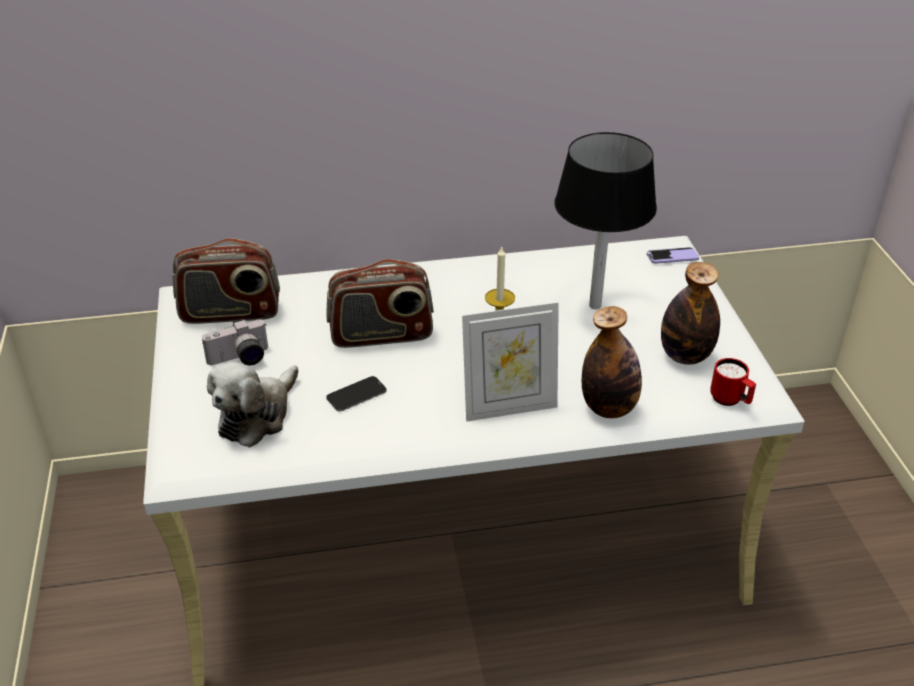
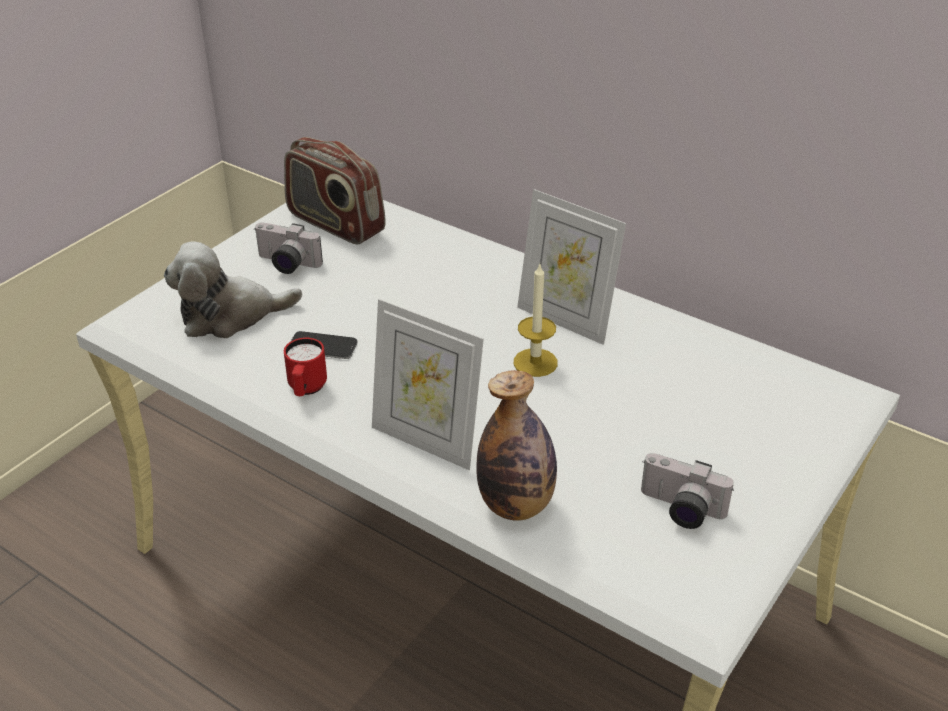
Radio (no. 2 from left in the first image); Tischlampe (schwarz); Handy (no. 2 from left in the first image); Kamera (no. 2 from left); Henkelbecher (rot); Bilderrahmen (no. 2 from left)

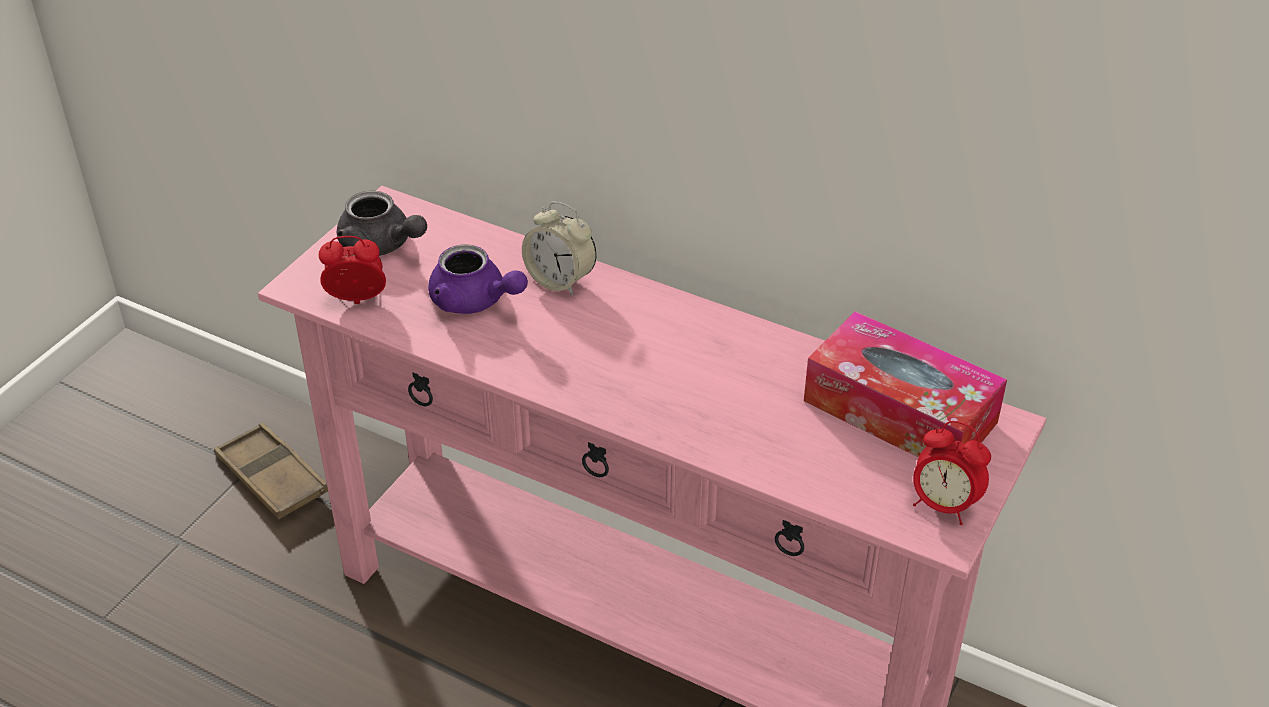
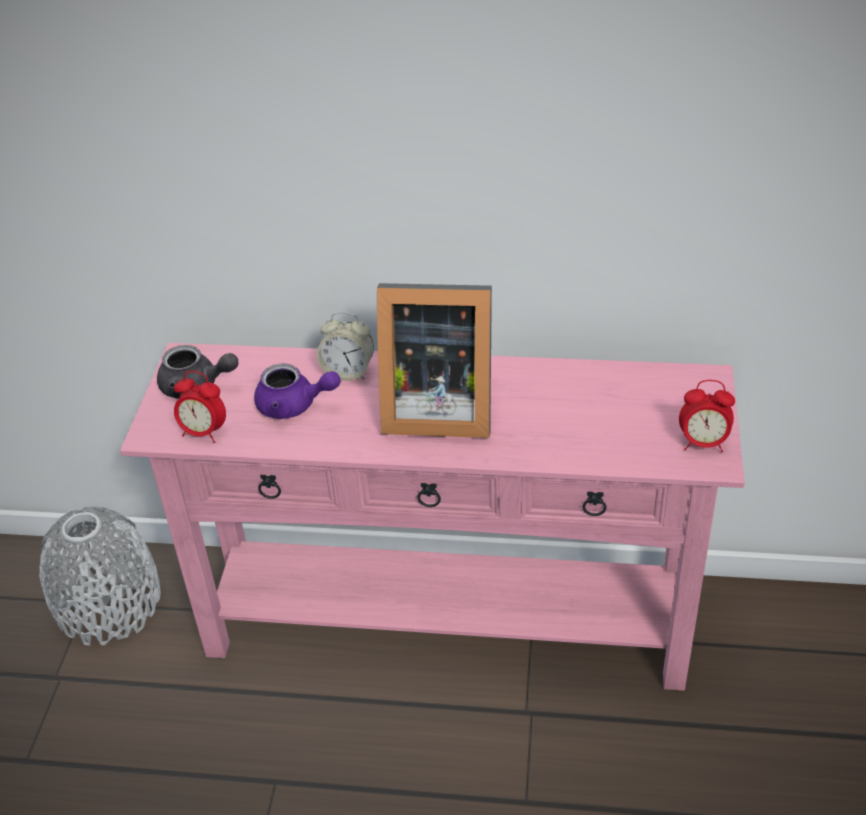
Vase (grau); Wecker (no. 1 from left); Taschentuchbox; Bilderrahmen

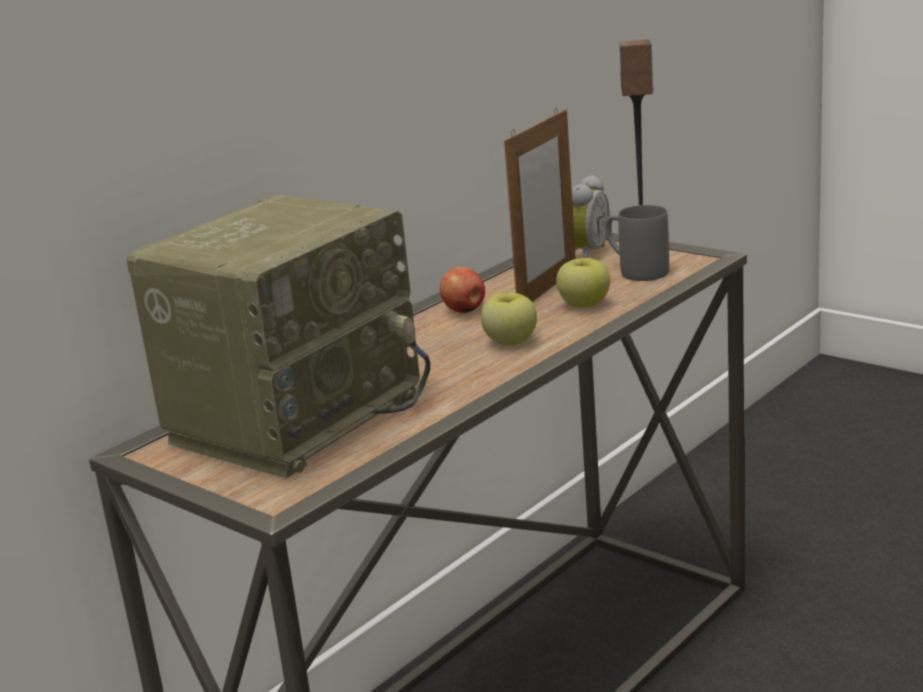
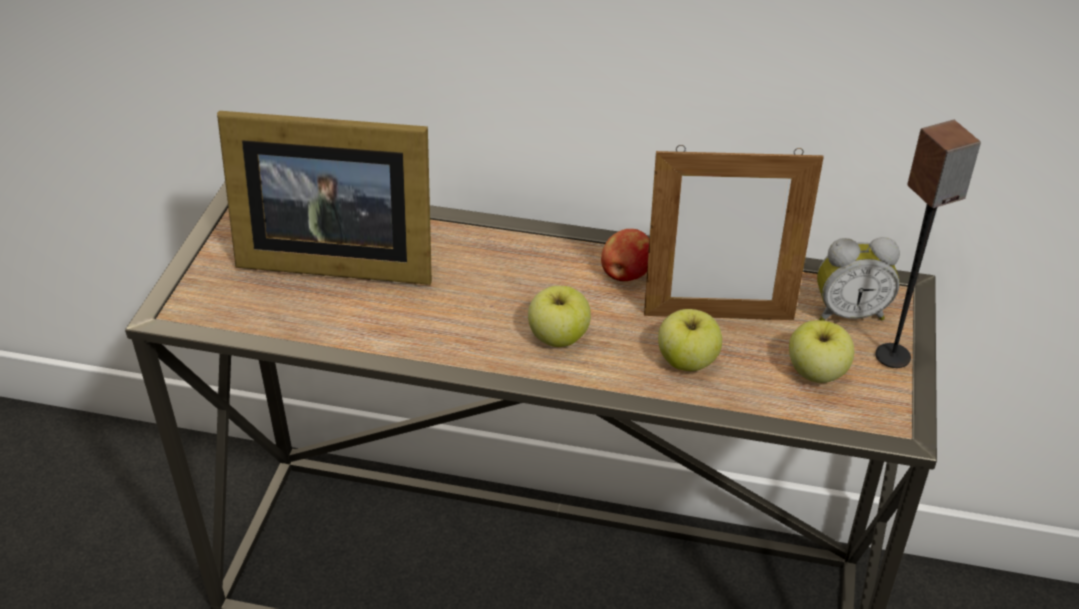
Bilderrahmen (no. 1 from left); Apfel (no. 4 from left)

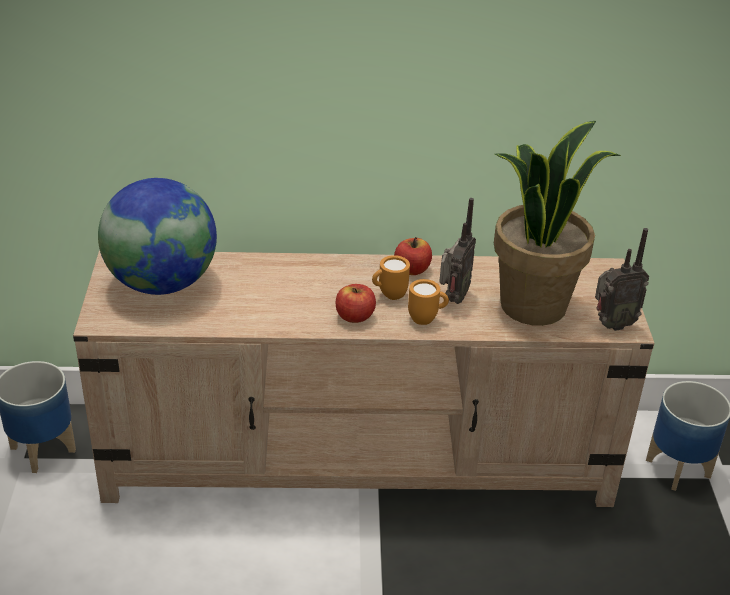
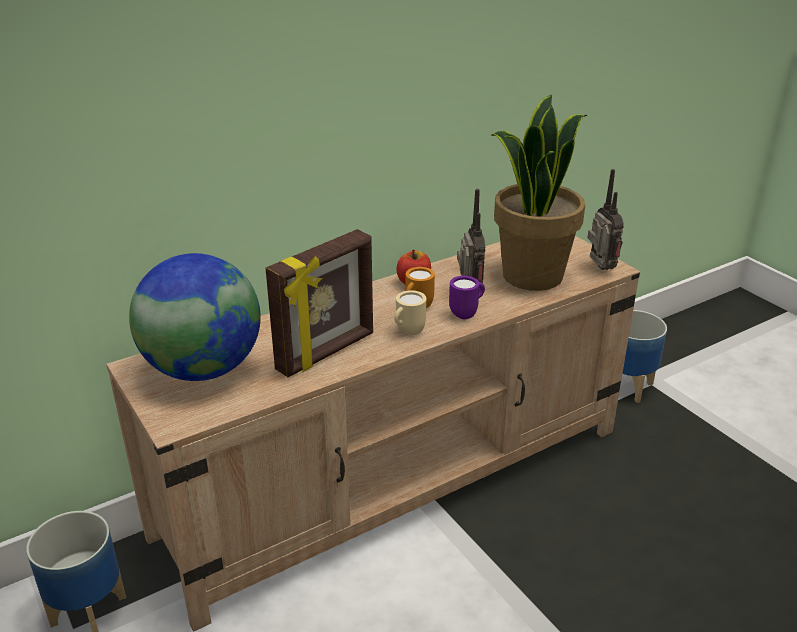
Henkelbecher (beige); Henkelbecher (lila); Radio (no. 2 from left); Bilderrahmen

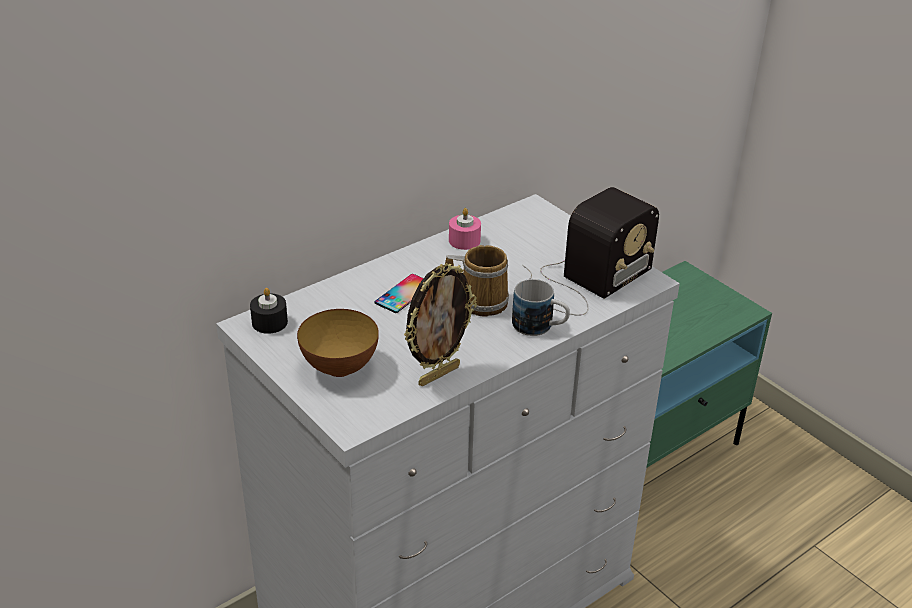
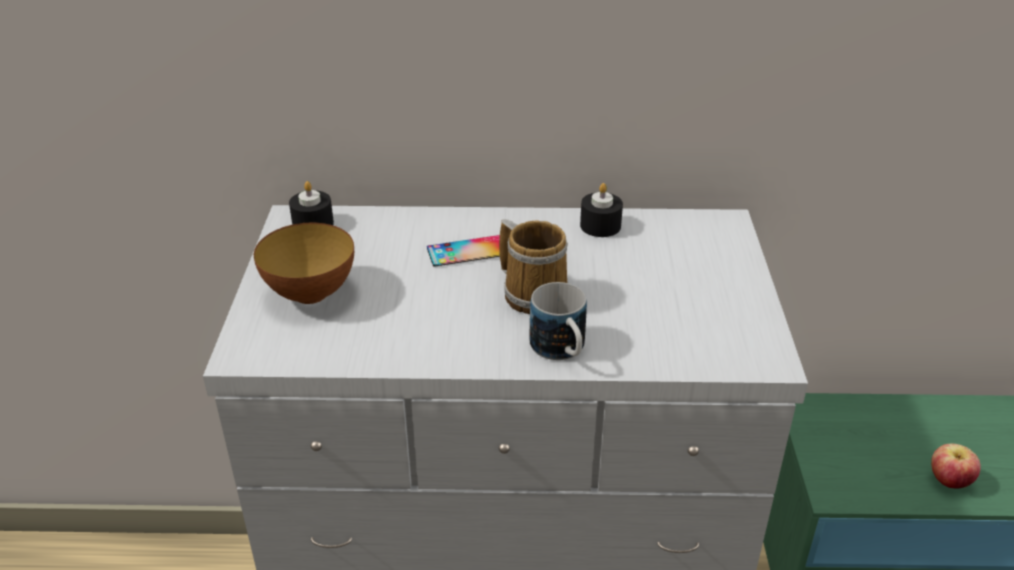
Bilderrahmen; Kerze (schwarz) (no. 2 from left); Radio; Apfel

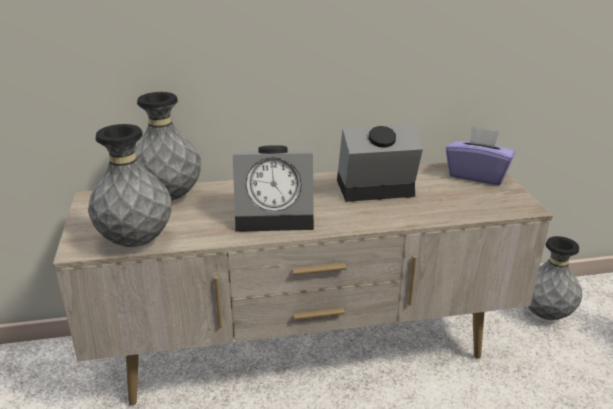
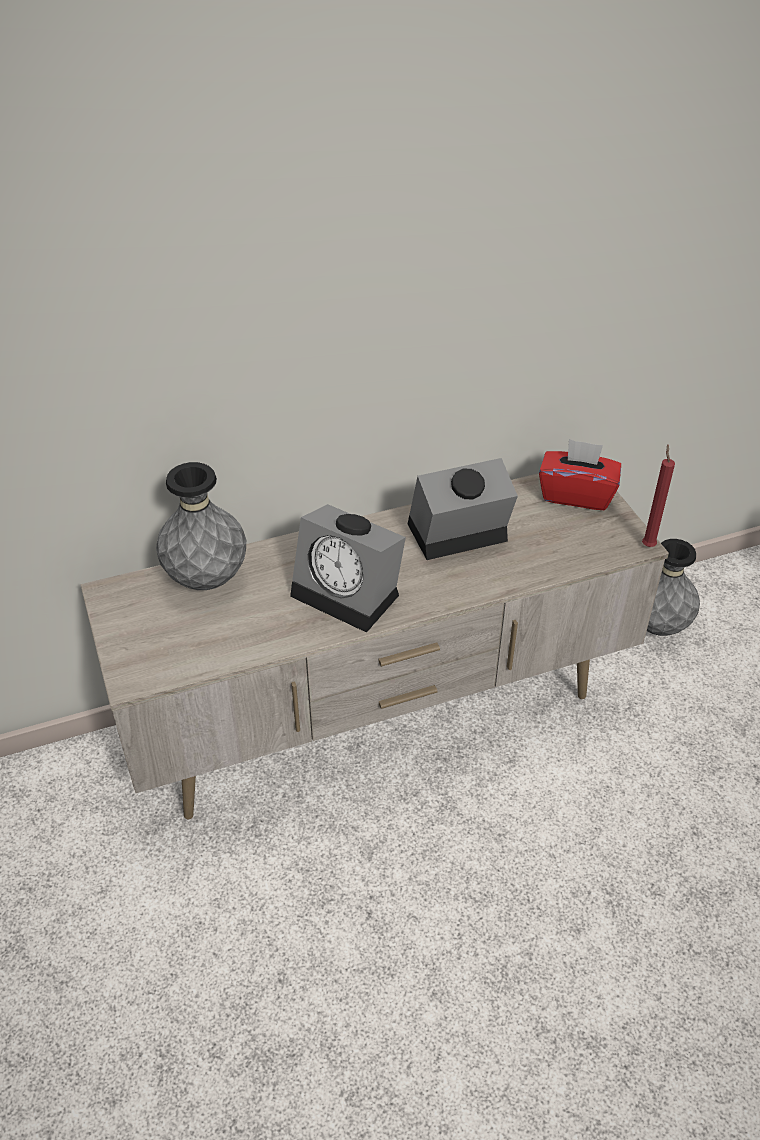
Vase (grau) (no. 1 from left in the first image); Wecker (no. 1 from left); Taschentuchbox (rot); Kerze (rot)

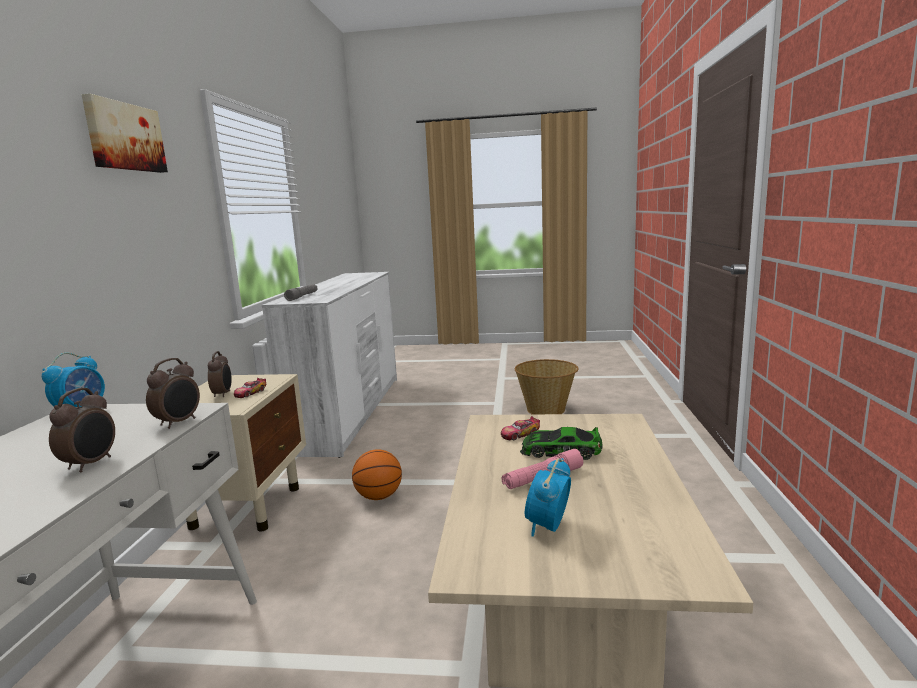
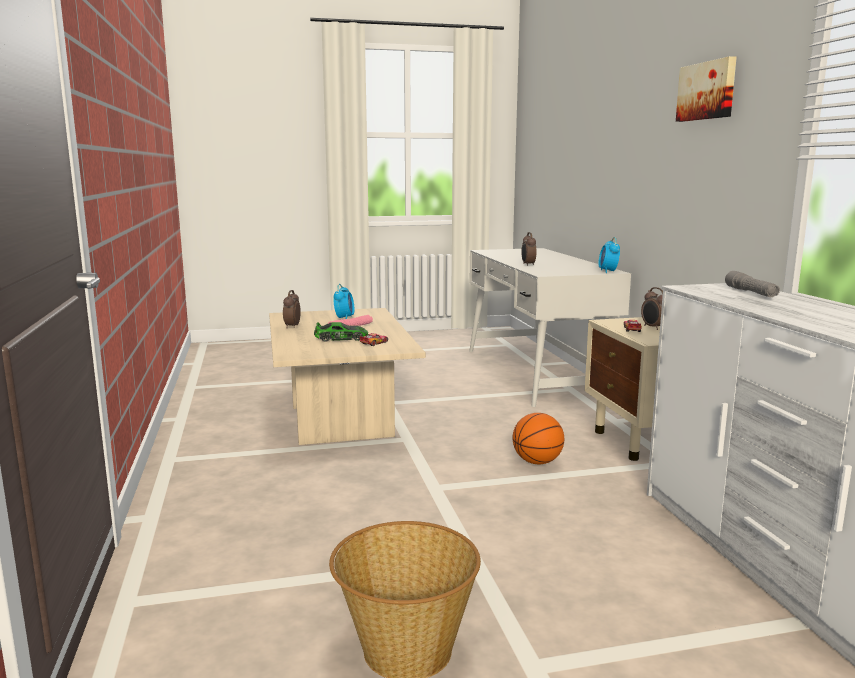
Wecker (no. 1 from left)

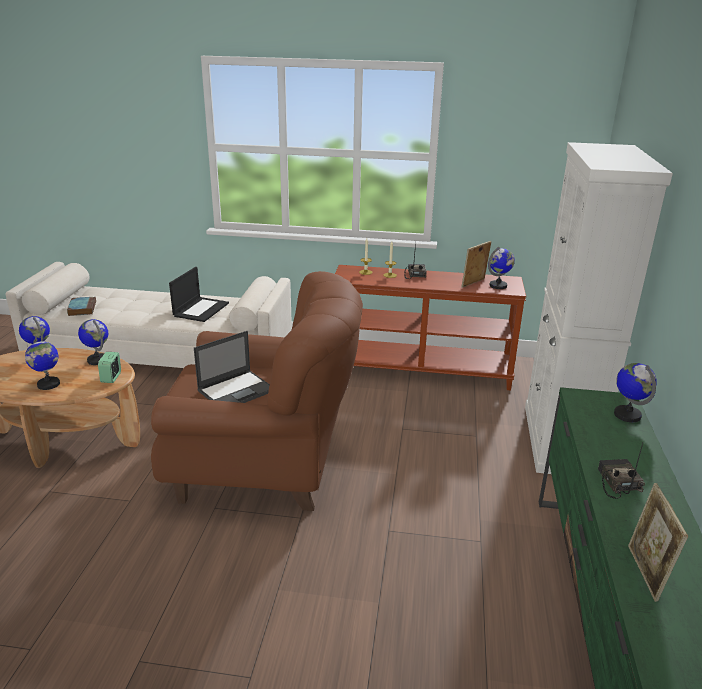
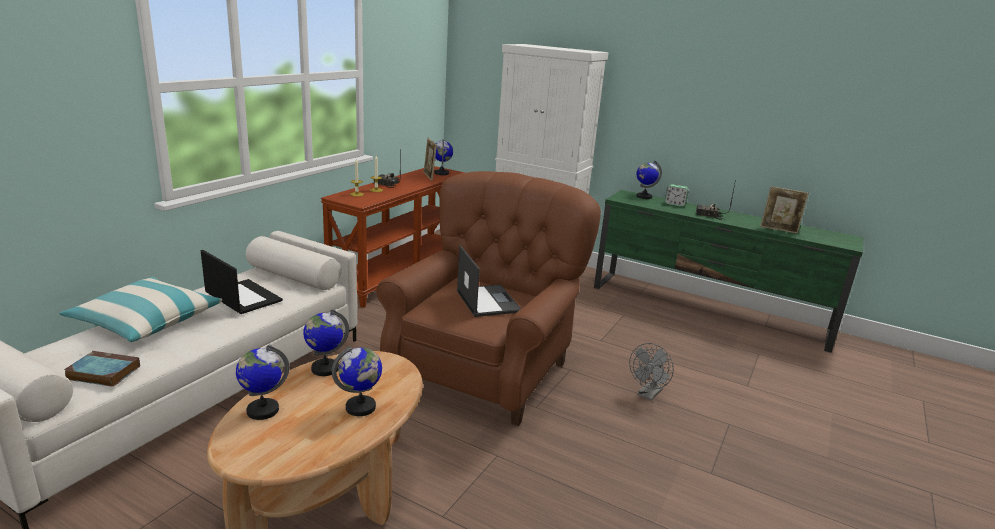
Wecker; Kissen; Ventilator (grau)

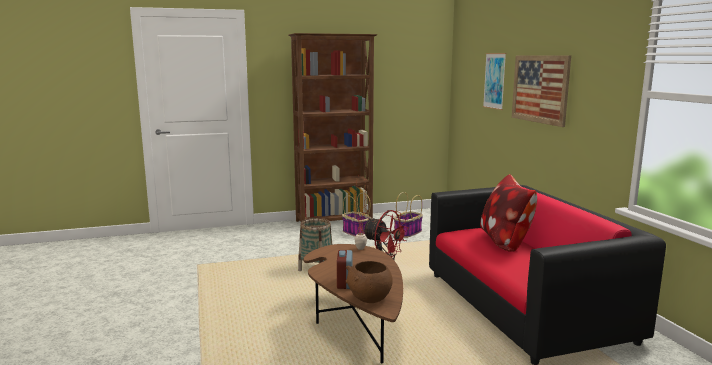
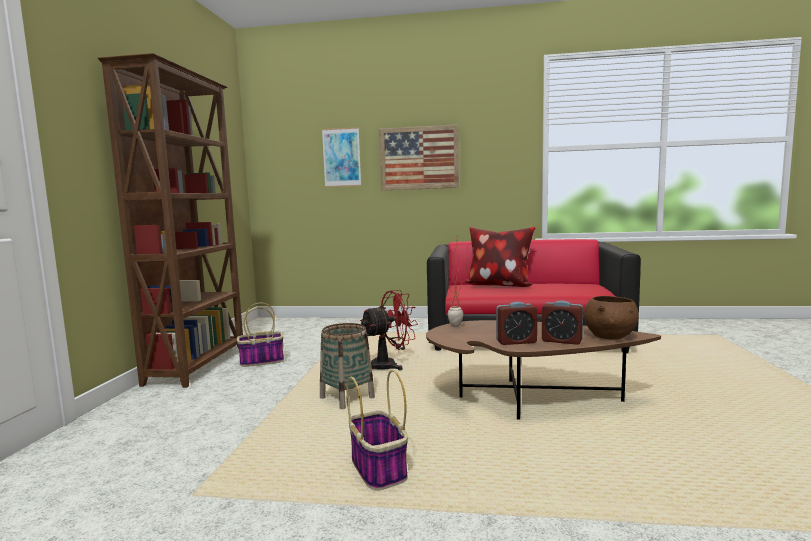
Korb (no. 3 from left); Wecker (no. 1 from left)

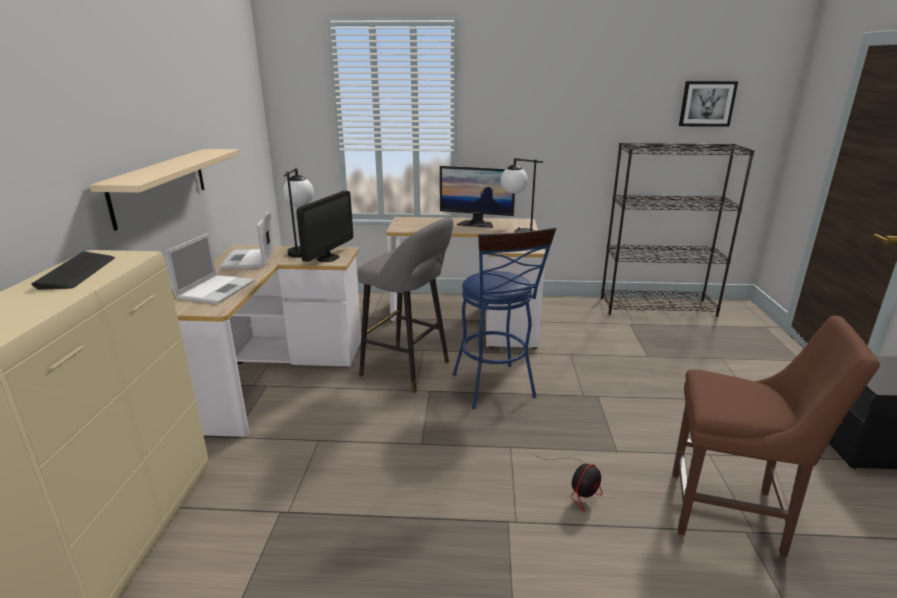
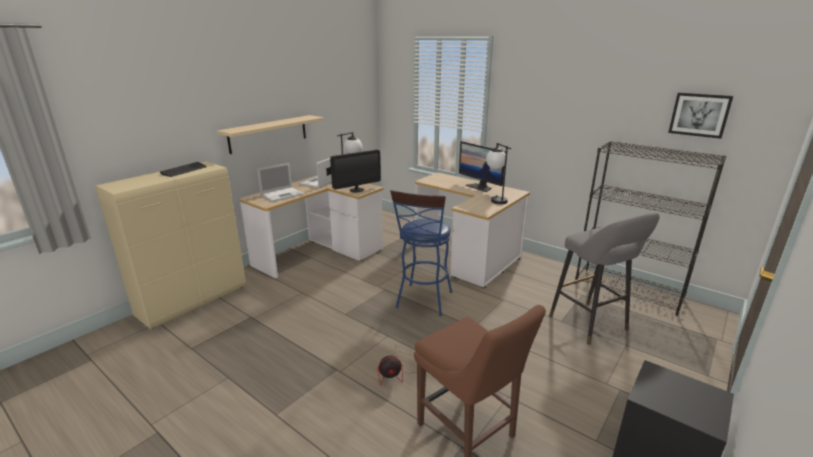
Hocker (grau)

